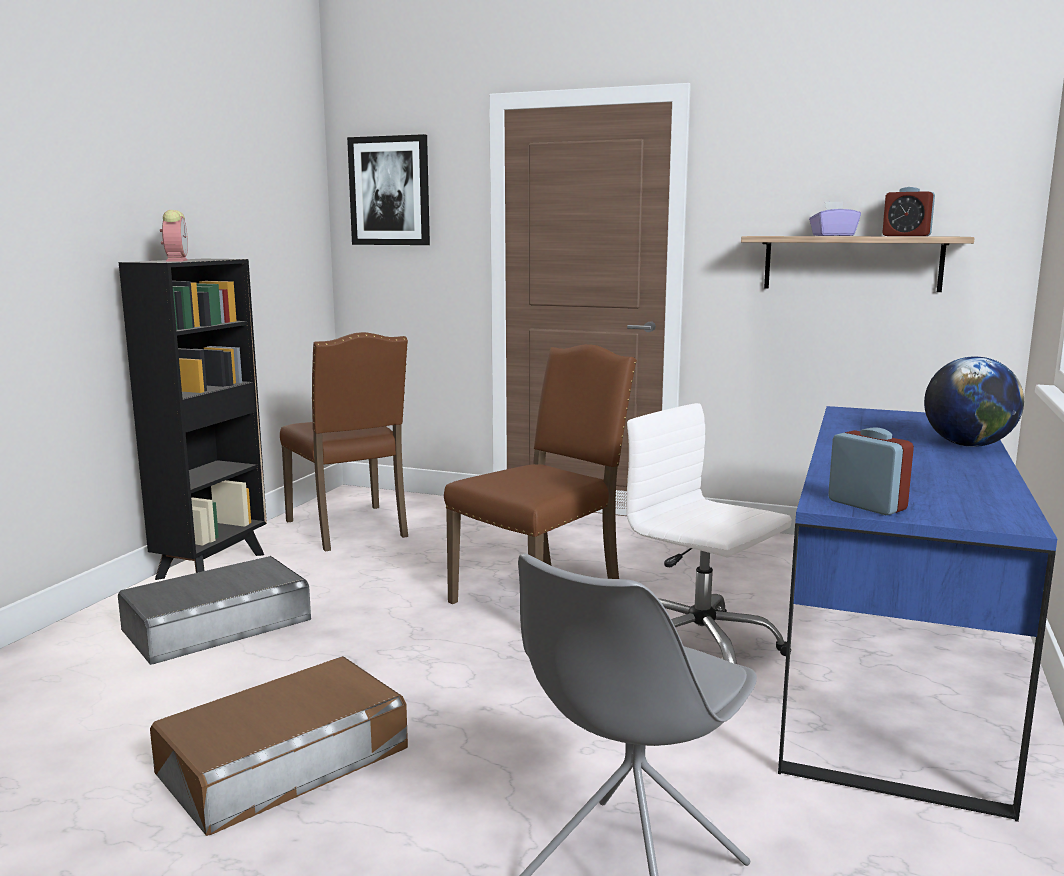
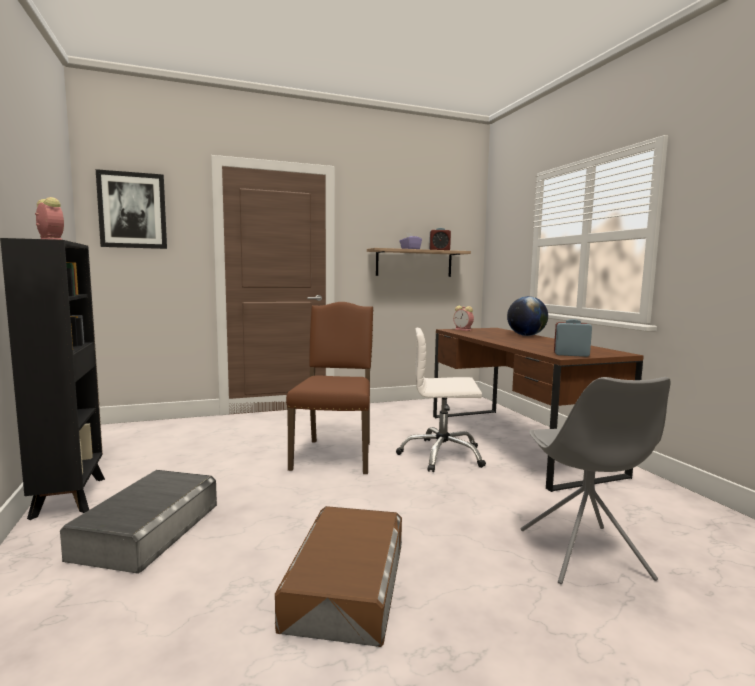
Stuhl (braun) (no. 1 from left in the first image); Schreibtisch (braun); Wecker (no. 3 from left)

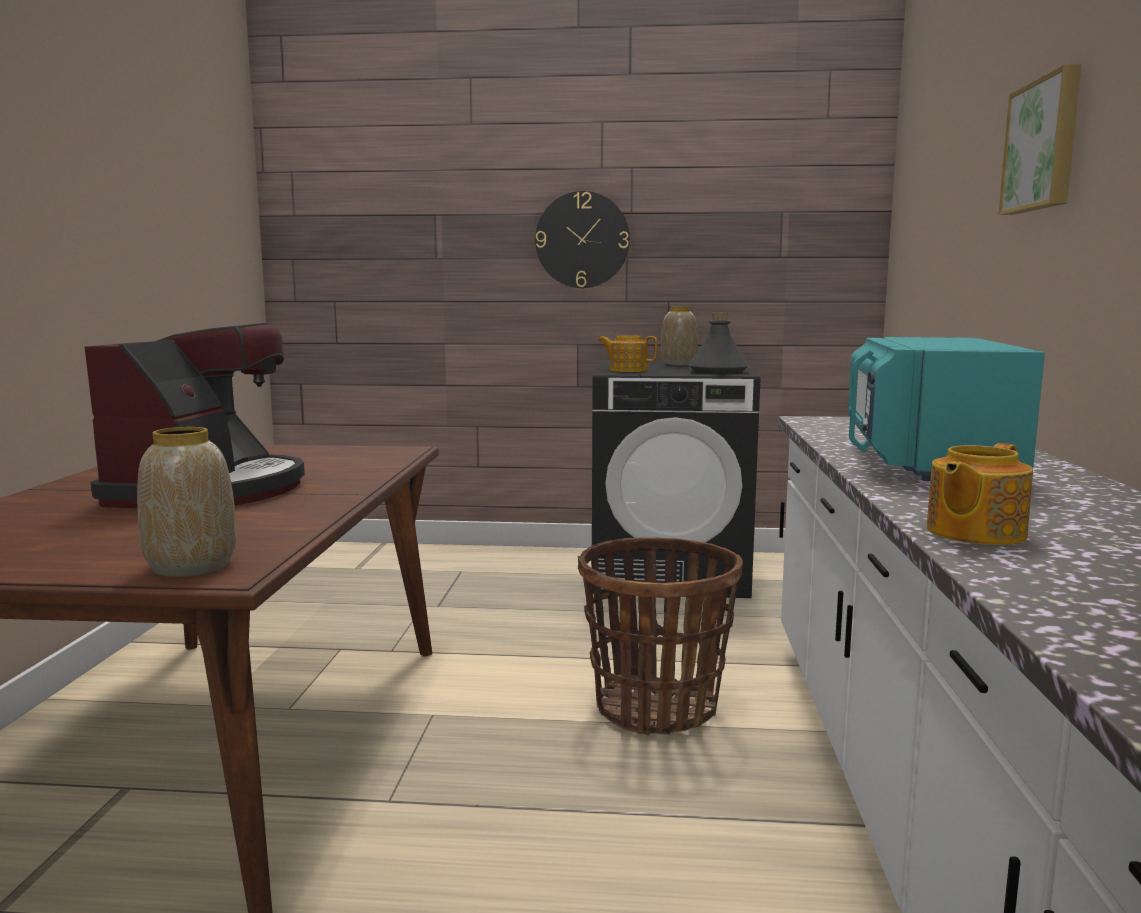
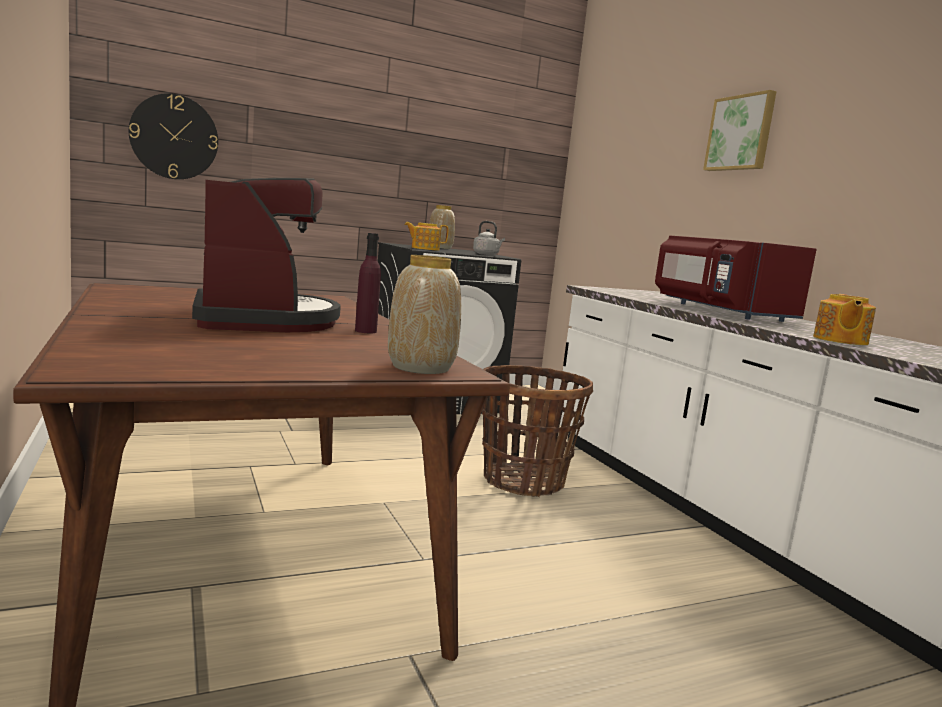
Wanduhr; Wasserkessel (grau); Mikrowelle (rot); Flasche (lila)

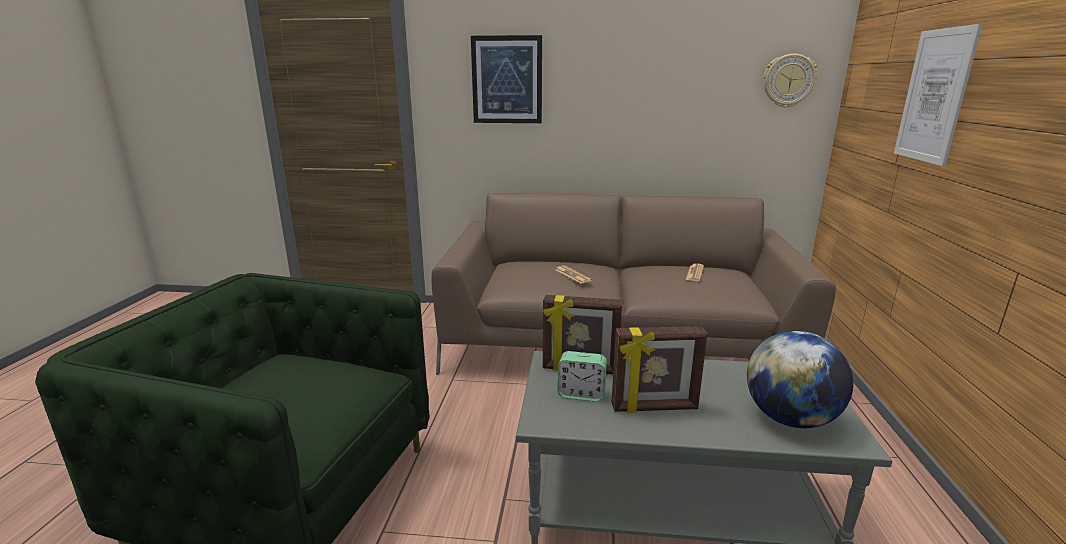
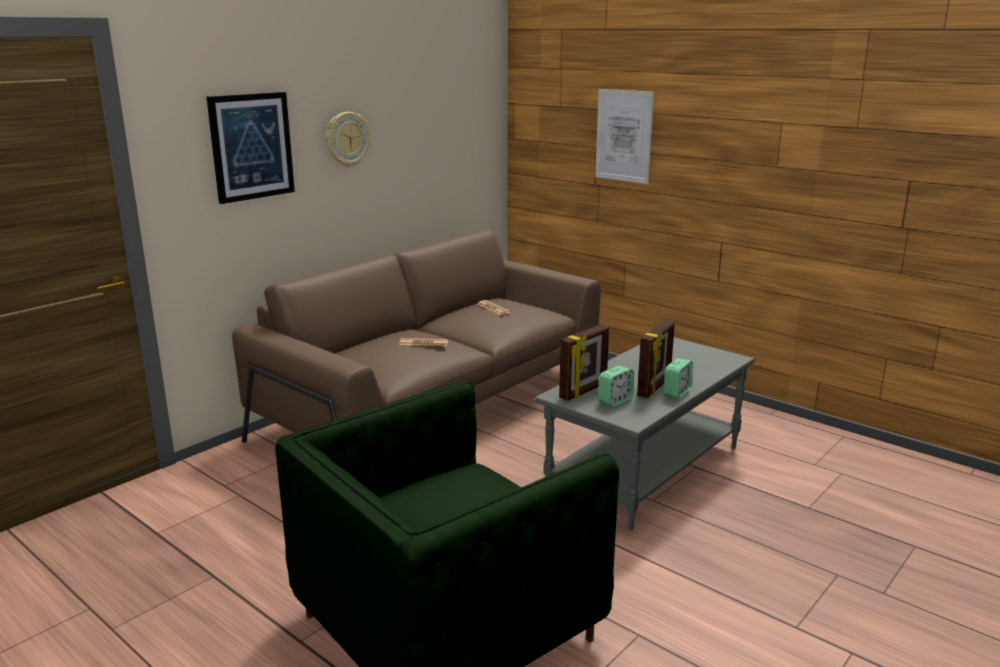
Globus; Wanduhr; Wecker (no. 2 from left)

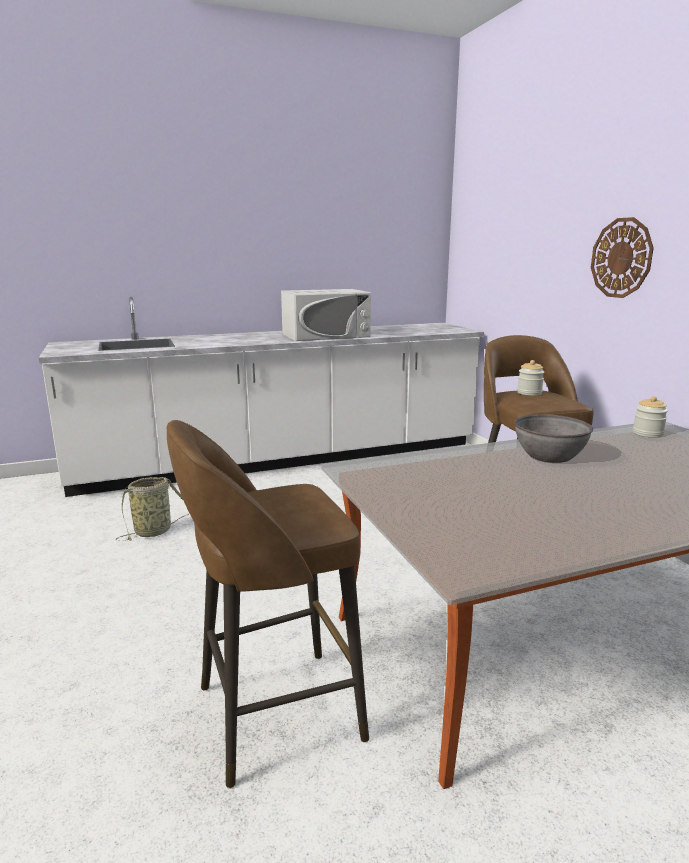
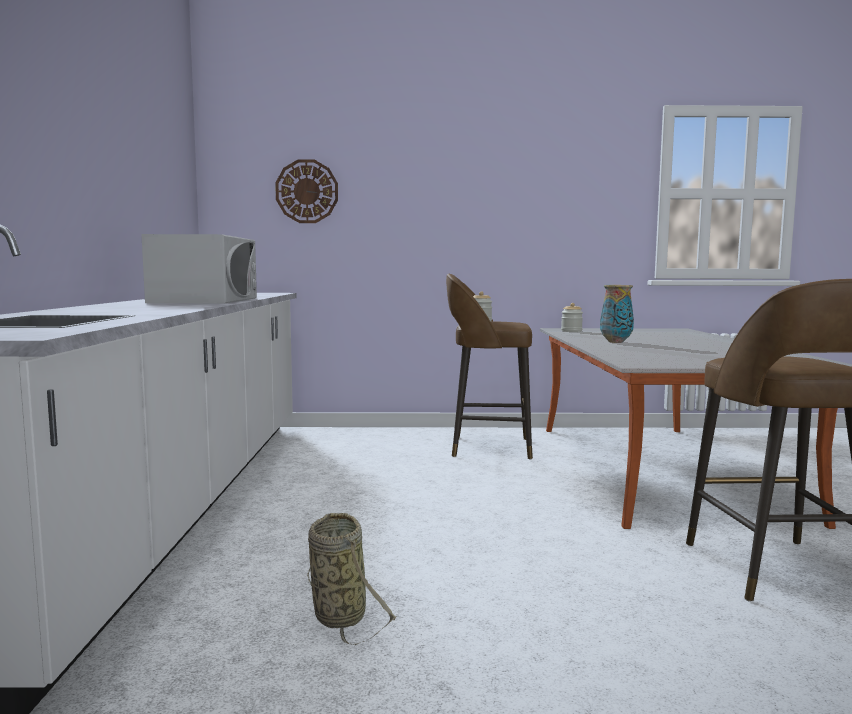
Vase; Wanduhr

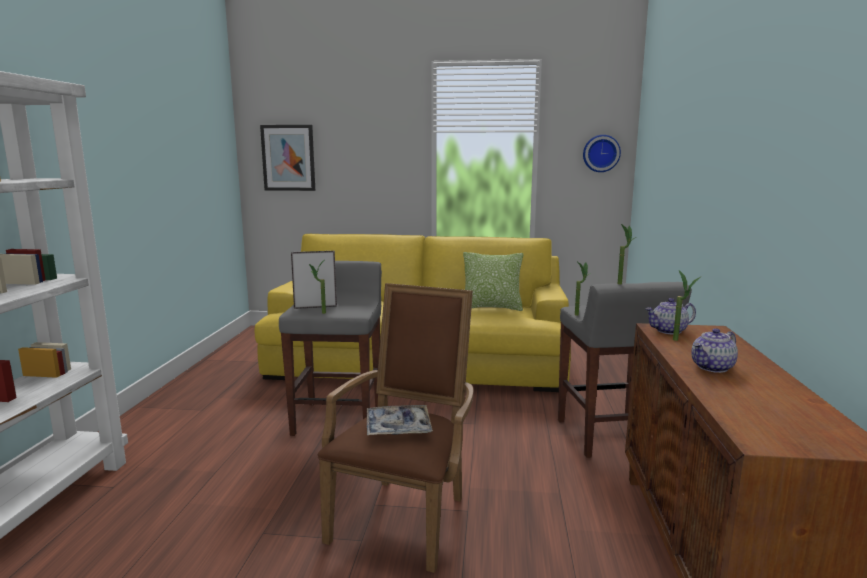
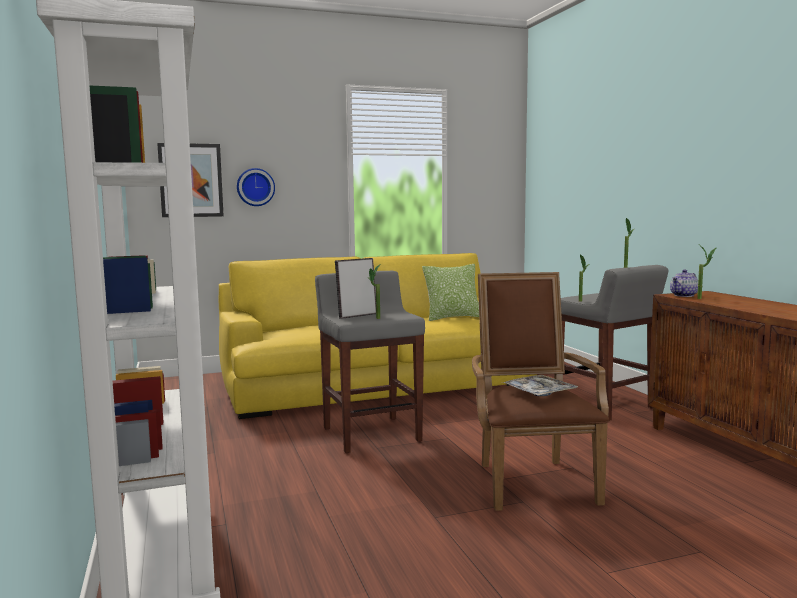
Wanduhr; Teekanne (no. 2 from left in the first image)

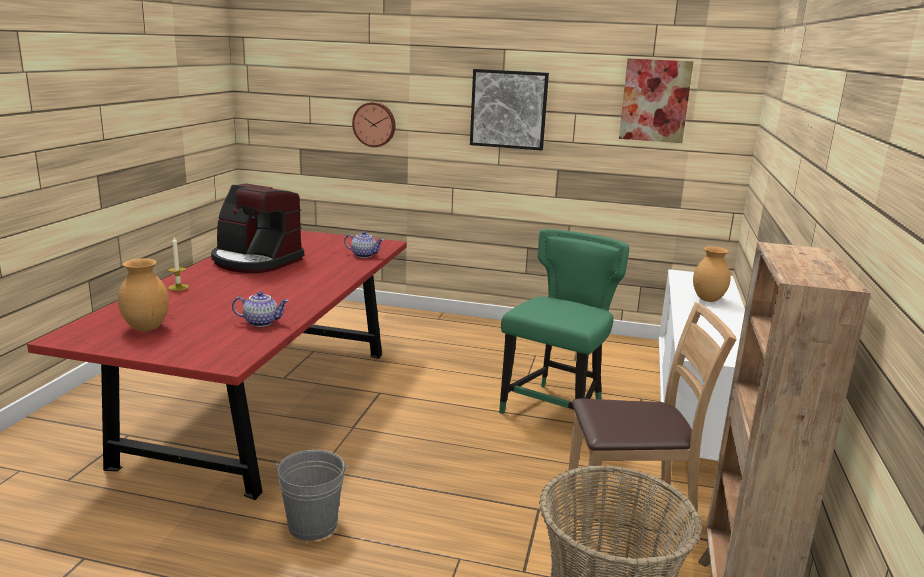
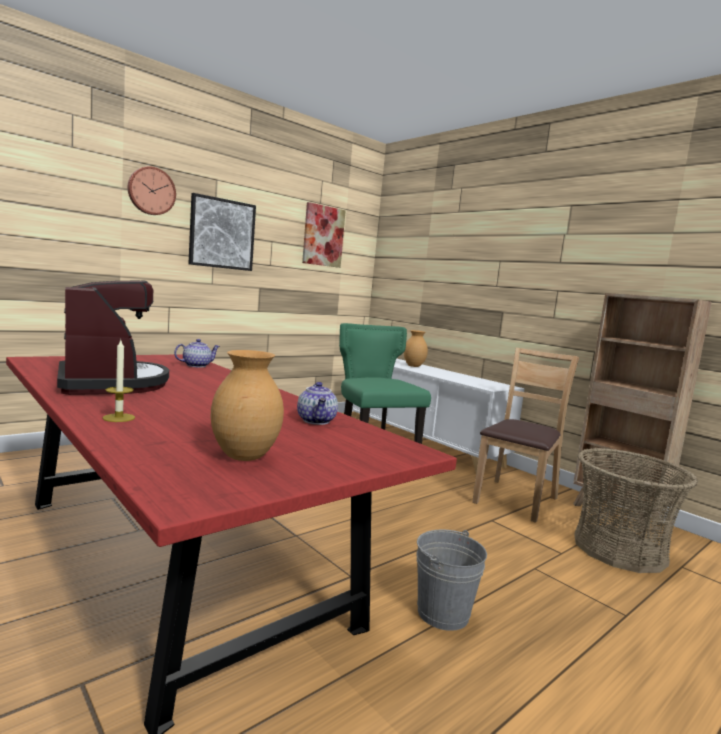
Kaffeemaschine; Teekanne (no. 2 from left); Wanduhr

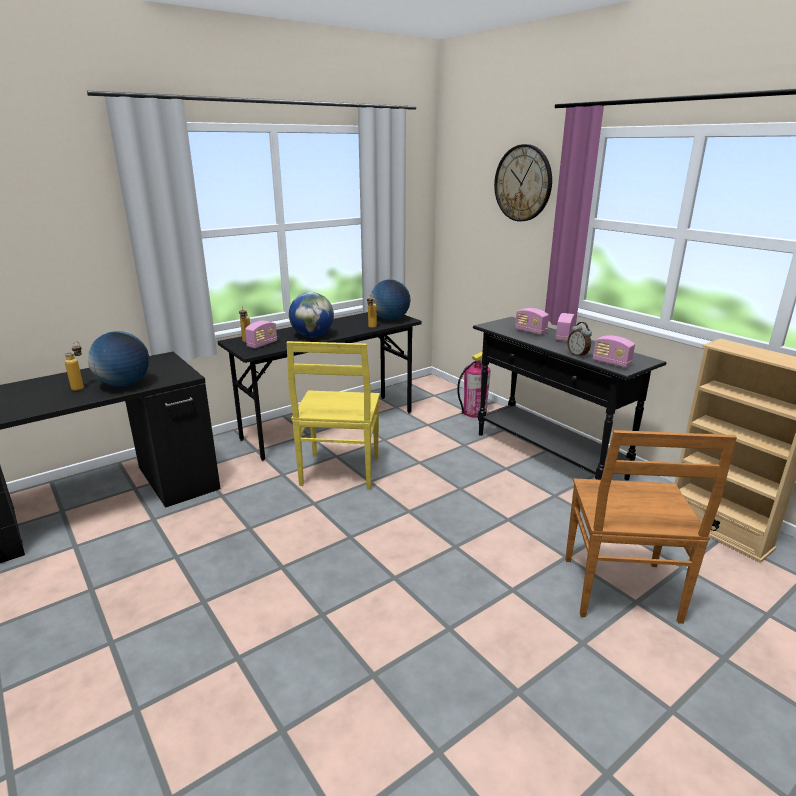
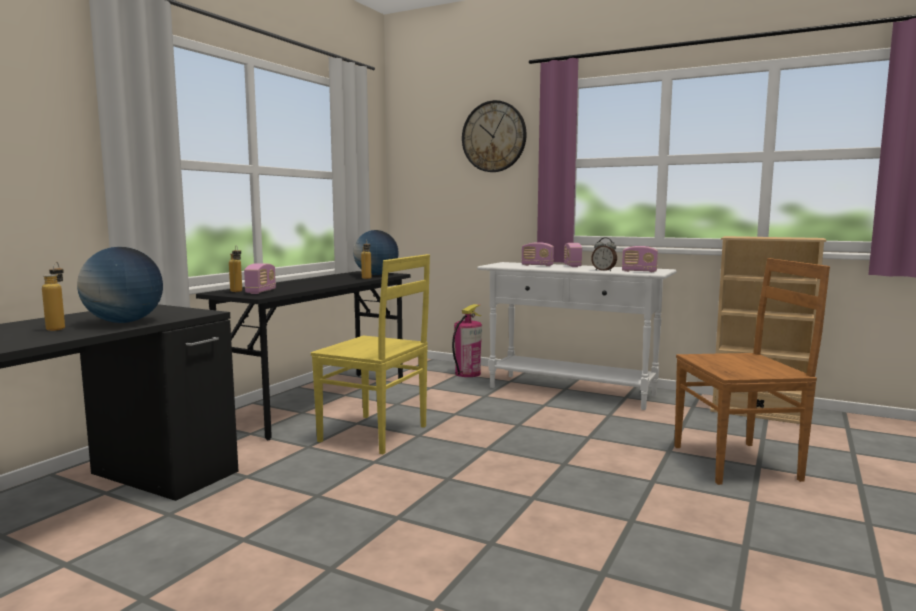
Stuhl (gelb); Globus (no. 2 from left in the first image); Konsolentisch (weiß); Stuhl (braun)

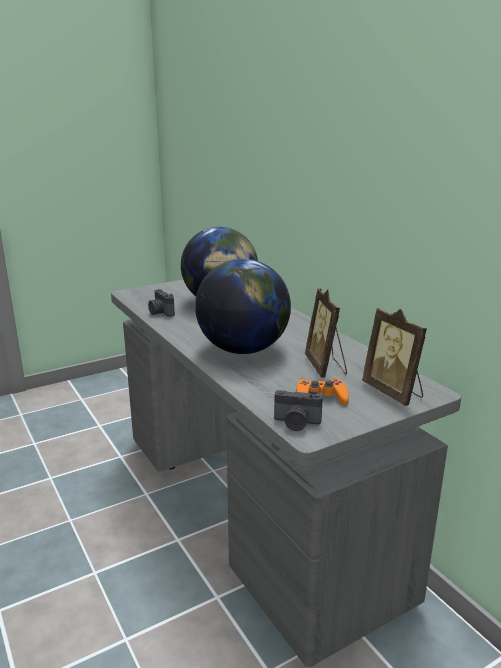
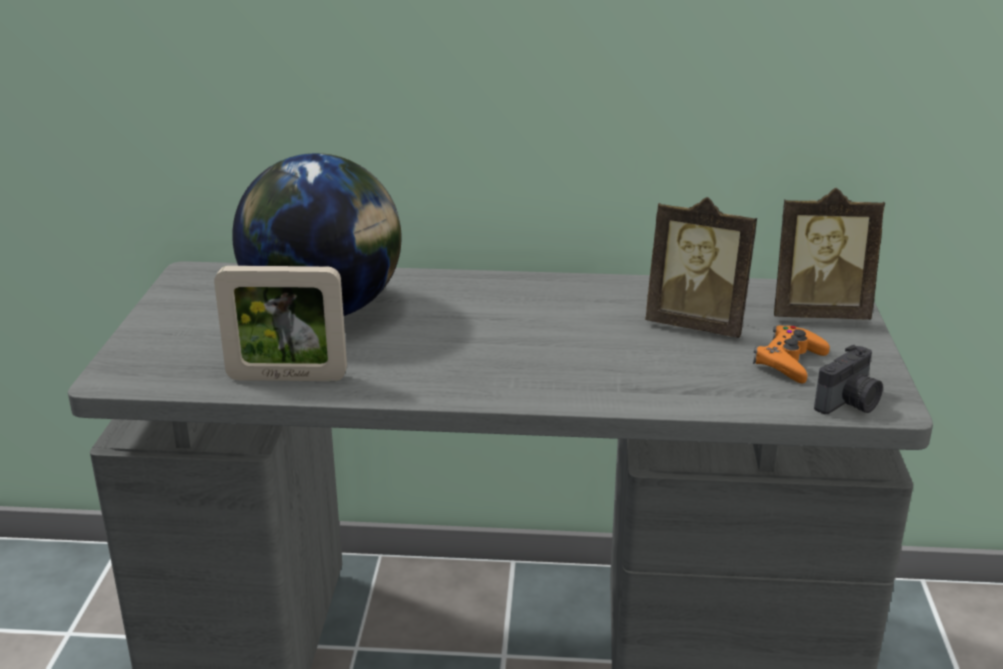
Bilderrahmen (no. 1 from left); Globus (no. 2 from left in the first image)

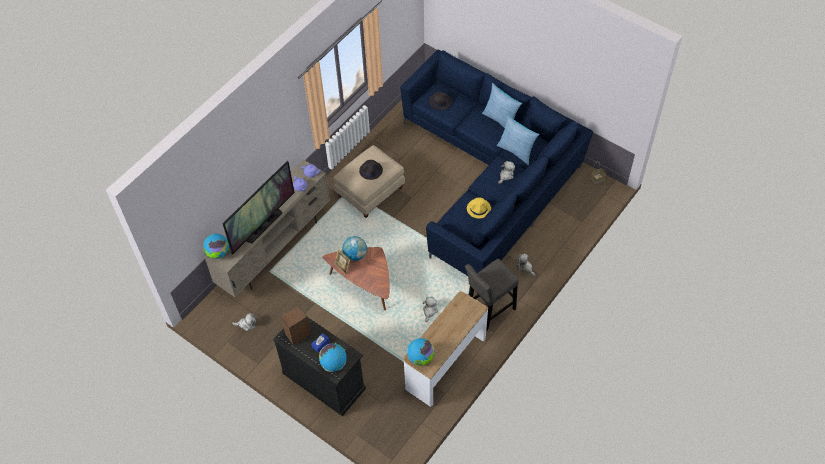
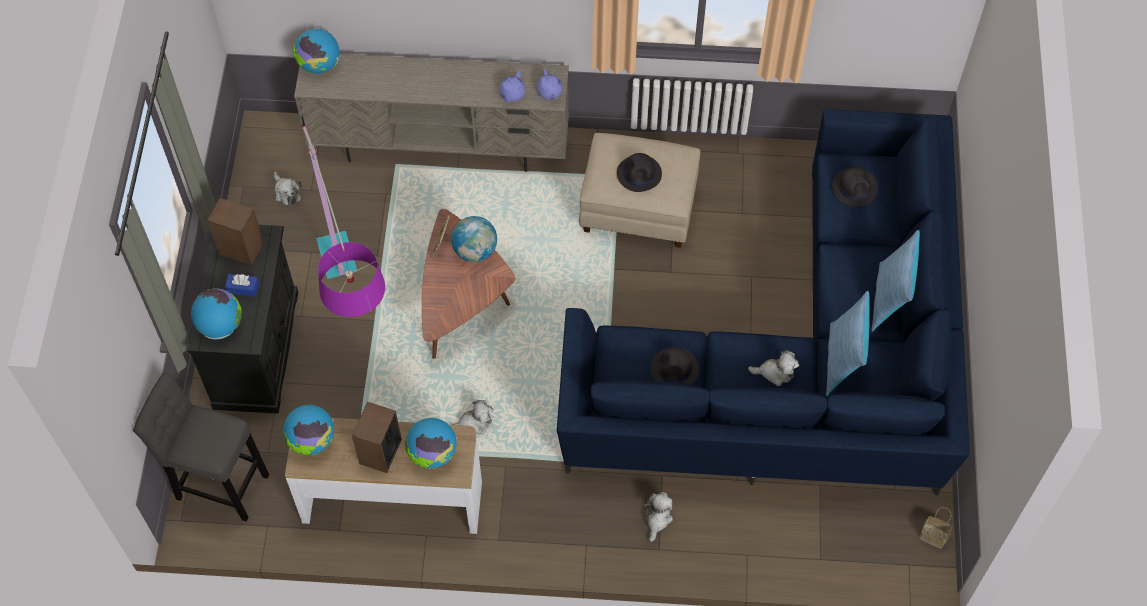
Fernseher; Hocker (grau); Hut (schwarz) (no. 2 from left); Stehlampe; Lautsprecher (no. 2 from left); Globus (no. 4 from left)

